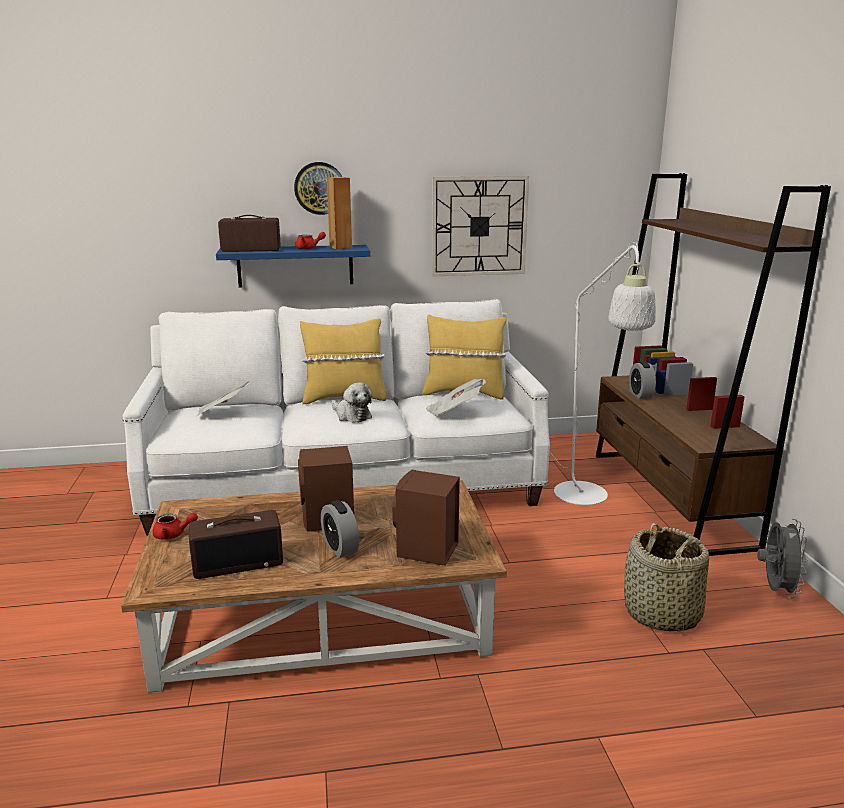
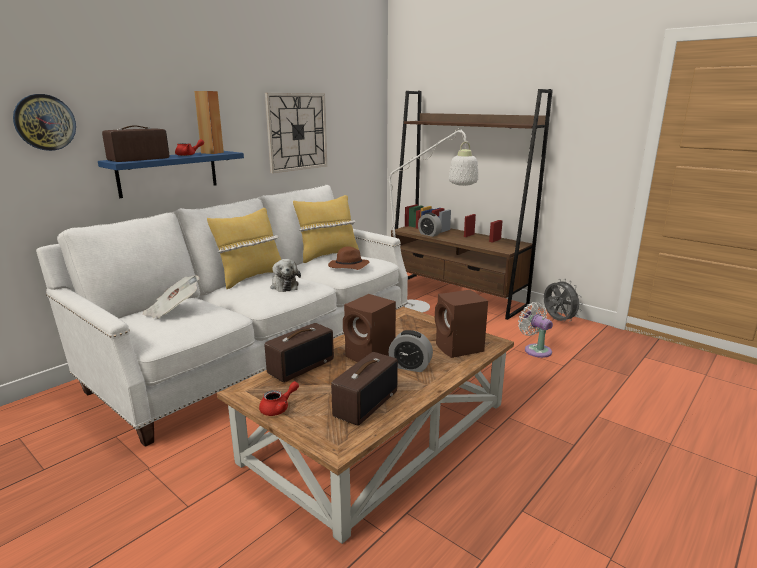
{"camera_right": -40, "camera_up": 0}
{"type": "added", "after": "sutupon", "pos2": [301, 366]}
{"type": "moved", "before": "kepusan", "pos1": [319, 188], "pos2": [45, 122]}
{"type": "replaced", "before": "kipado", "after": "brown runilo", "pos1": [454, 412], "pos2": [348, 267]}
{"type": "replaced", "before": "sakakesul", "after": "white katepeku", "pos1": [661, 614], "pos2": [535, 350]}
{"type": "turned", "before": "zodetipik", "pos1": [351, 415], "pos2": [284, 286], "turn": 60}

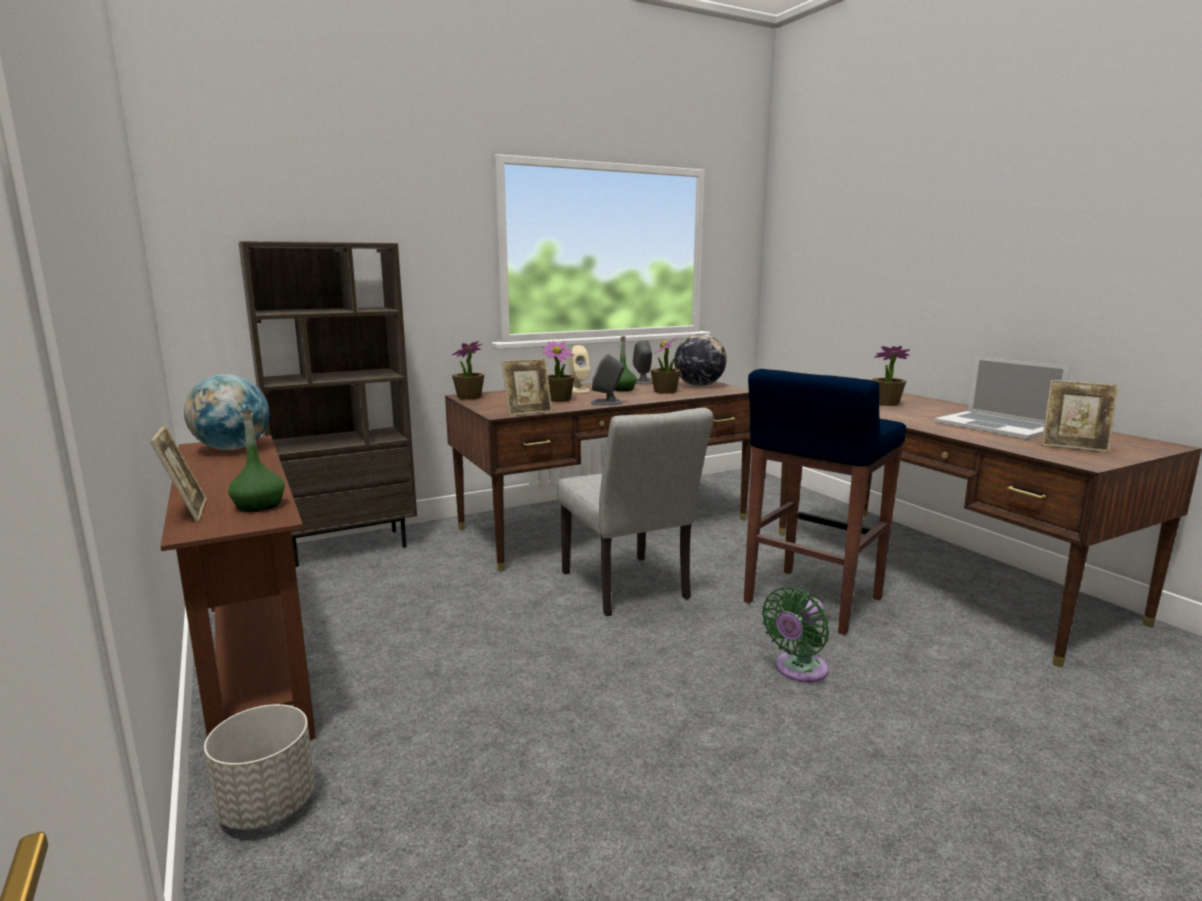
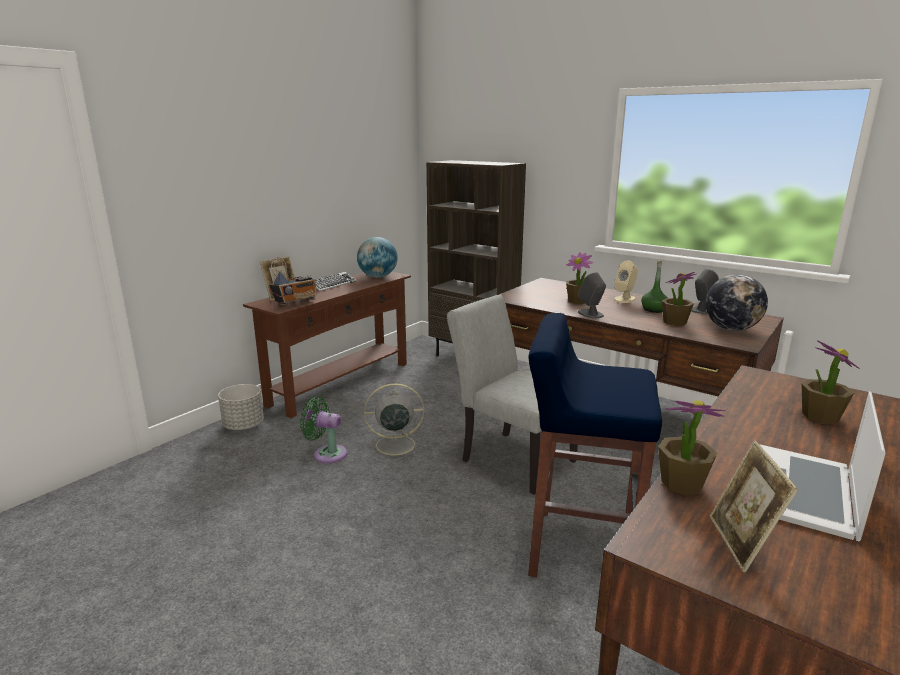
{"camera_right": 65, "camera_up": 5}
{"type": "removed", "before": "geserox", "pos1": [528, 412]}
{"type": "added", "after": "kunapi", "pos2": [332, 285]}
{"type": "added", "after": "grey katepeku", "pos2": [393, 445]}
{"type": "moved", "before": "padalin", "pos1": [469, 397], "pos2": [681, 484]}
{"type": "moved", "before": "green katepeku", "pos1": [798, 670], "pos2": [327, 453]}
{"type": "replaced", "before": "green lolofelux", "after": "sutupon", "pos1": [258, 505], "pos2": [296, 302]}
{"type": "turned", "before": "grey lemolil", "pos1": [629, 589], "pos2": [511, 458], "turn": 90}

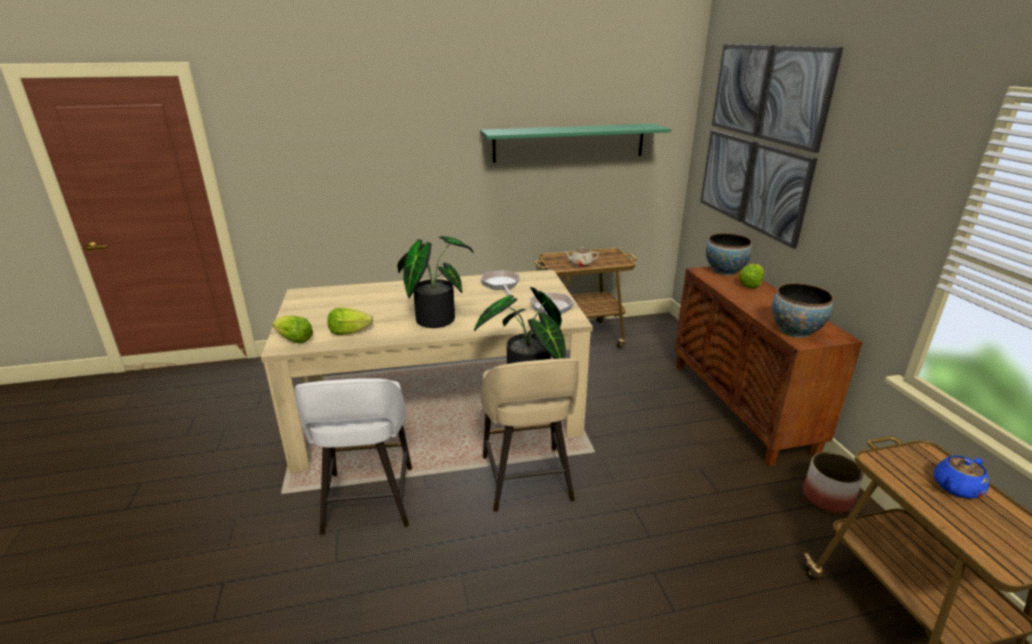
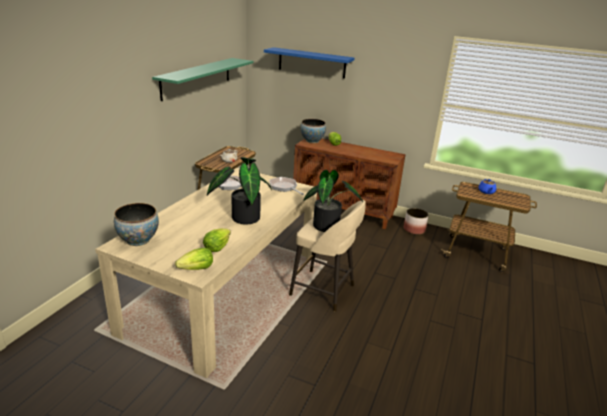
{"camera_right": -55, "camera_up": 0}
{"type": "removed", "before": "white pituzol", "pos1": [368, 502]}
{"type": "moved", "before": "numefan", "pos1": [795, 331], "pos2": [138, 240]}
{"type": "replaced", "before": "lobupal", "after": "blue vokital", "pos1": [759, 139], "pos2": [311, 63]}

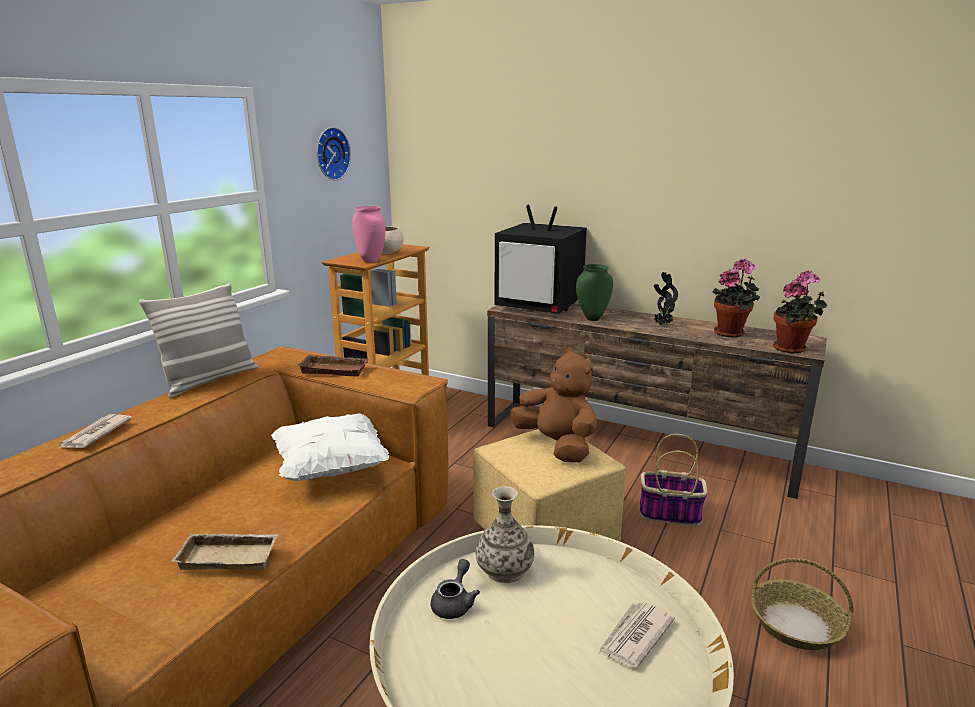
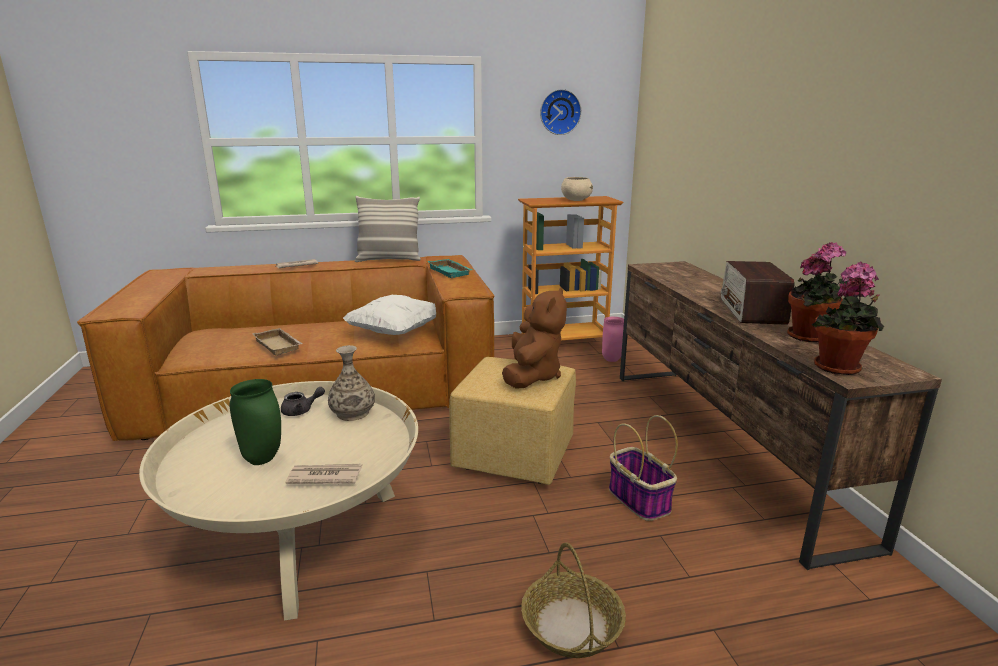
{"camera_right": 50, "camera_up": 0}
{"type": "removed", "before": "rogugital", "pos1": [540, 306]}
{"type": "moved", "before": "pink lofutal", "pos1": [371, 261], "pos2": [612, 360]}
{"type": "moved", "before": "green lofutal", "pos1": [592, 318], "pos2": [263, 459]}
{"type": "replaced", "before": "padalin", "after": "sutupon", "pos1": [662, 325], "pos2": [752, 311]}
{"type": "recoloured", "before": "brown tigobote", "after": "turquoise tigobote", "pos1": [335, 369], "pos2": [451, 272]}

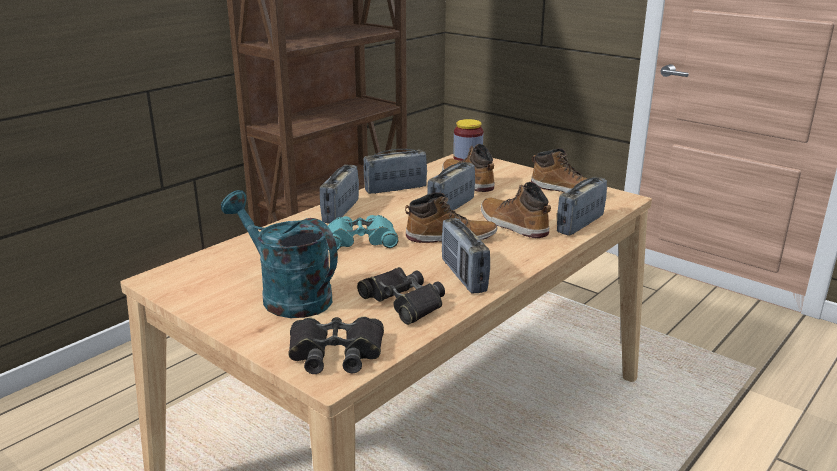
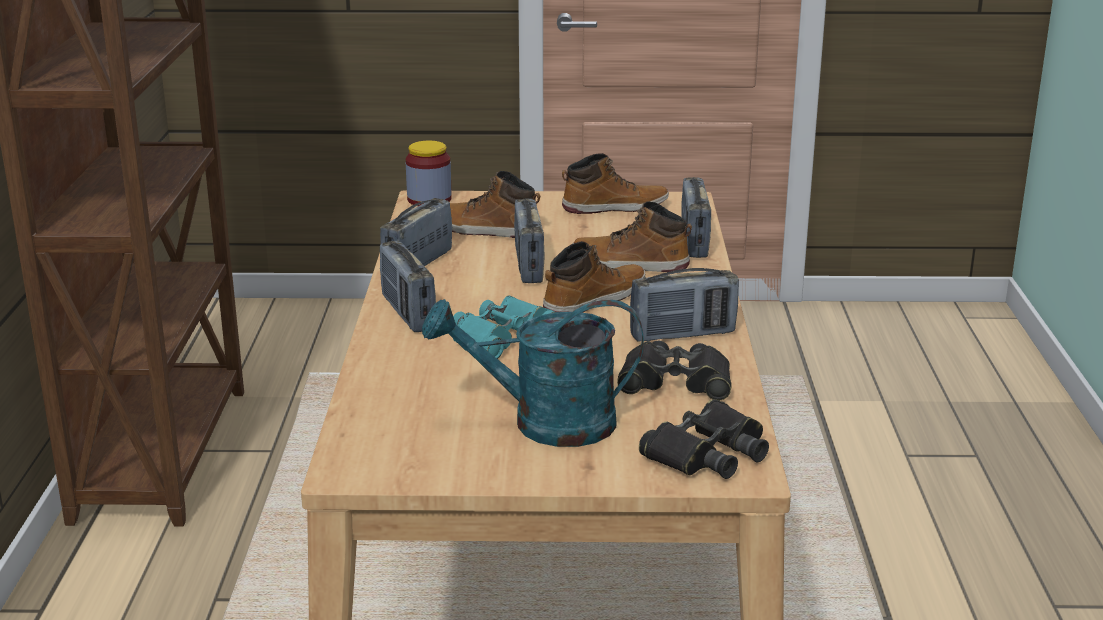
{"camera_right": -40, "camera_up": 0}
{"type": "turned", "before": "sutupon", "pos1": [463, 276], "pos2": [682, 334], "turn": -45}

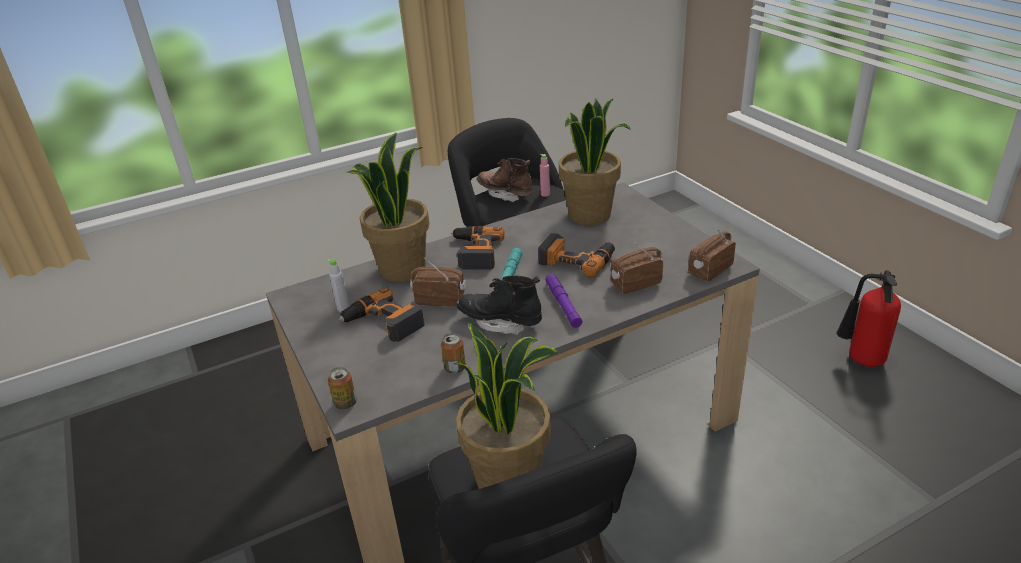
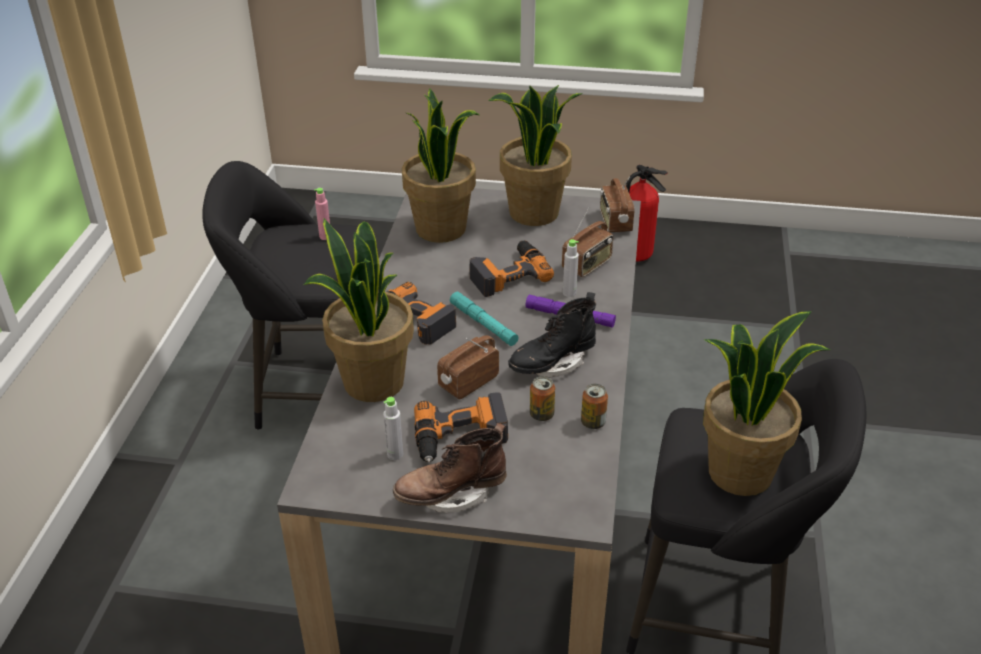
{"camera_right": -55, "camera_up": 5}
{"type": "added", "after": "padalin", "pos2": [534, 213]}
{"type": "added", "after": "grey lolofelux", "pos2": [569, 293]}
{"type": "moved", "before": "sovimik", "pos1": [345, 403], "pos2": [541, 414]}
{"type": "moved", "before": "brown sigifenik", "pos1": [505, 194], "pos2": [451, 494]}
{"type": "turned", "before": "sutupon", "pos1": [635, 284], "pos2": [587, 265], "turn": -150}

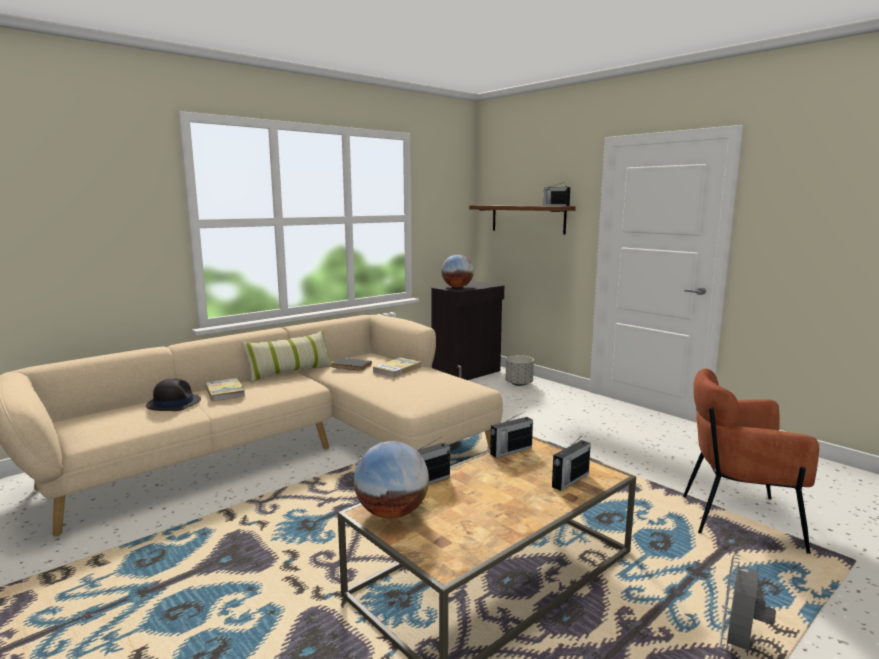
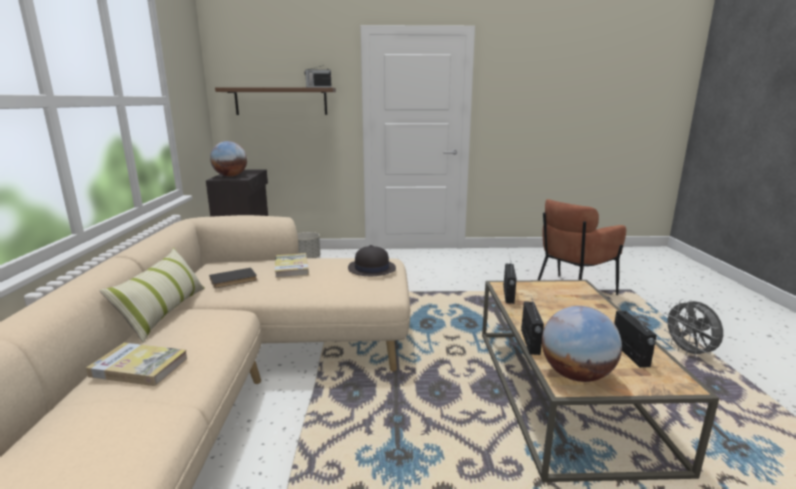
{"camera_right": -50, "camera_up": 5}
{"type": "moved", "before": "black runilo", "pos1": [173, 403], "pos2": [371, 269]}
{"type": "moved", "before": "sutupon", "pos1": [569, 480], "pos2": [630, 353]}

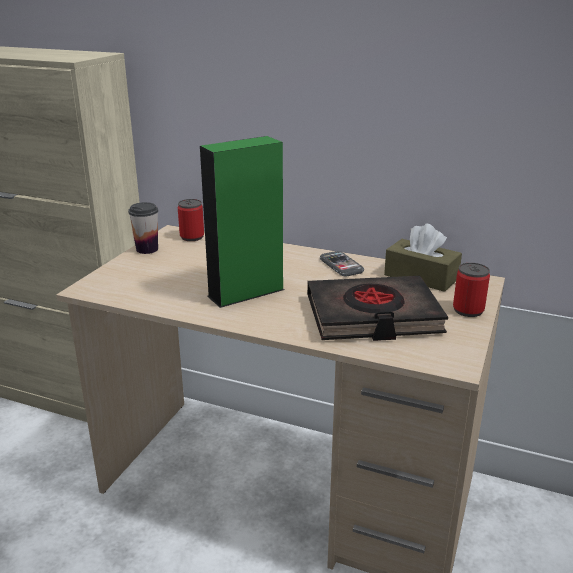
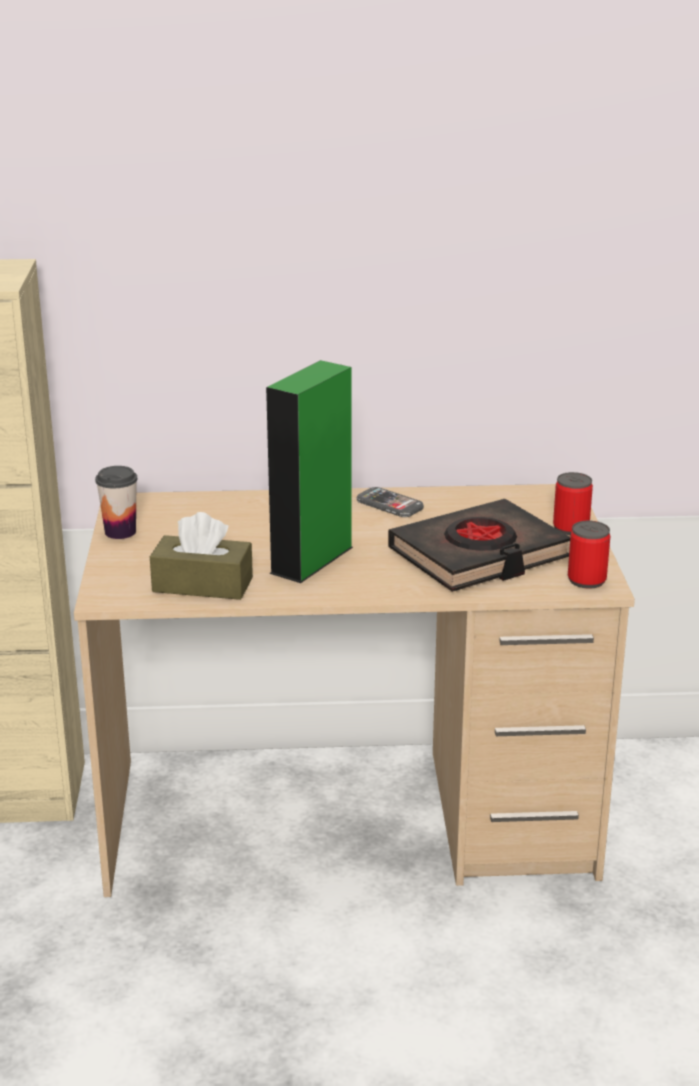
{"camera_right": -25, "camera_up": 0}
{"type": "moved", "before": "sovimik", "pos1": [192, 237], "pos2": [586, 580]}
{"type": "moved", "before": "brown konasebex", "pos1": [421, 277], "pos2": [202, 584]}

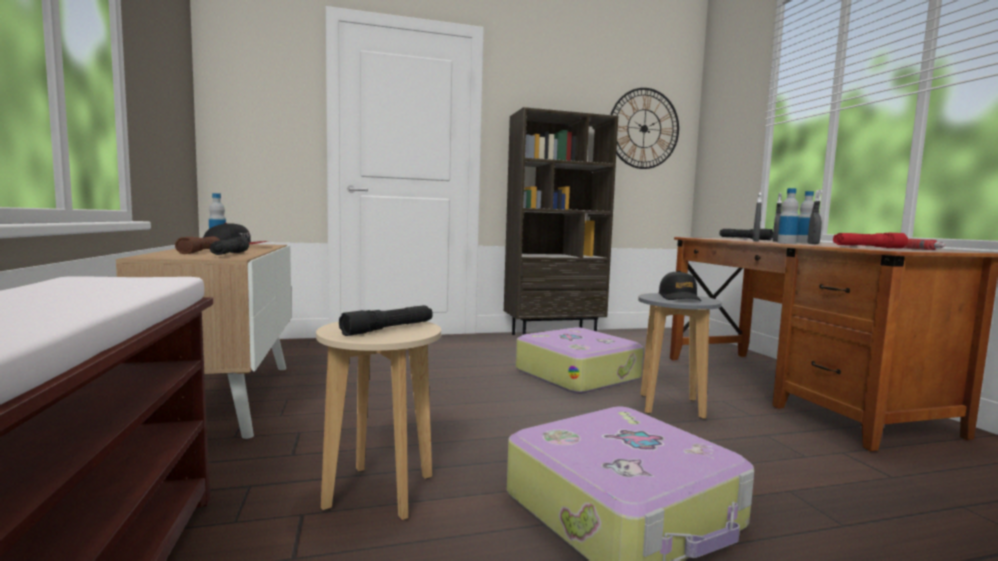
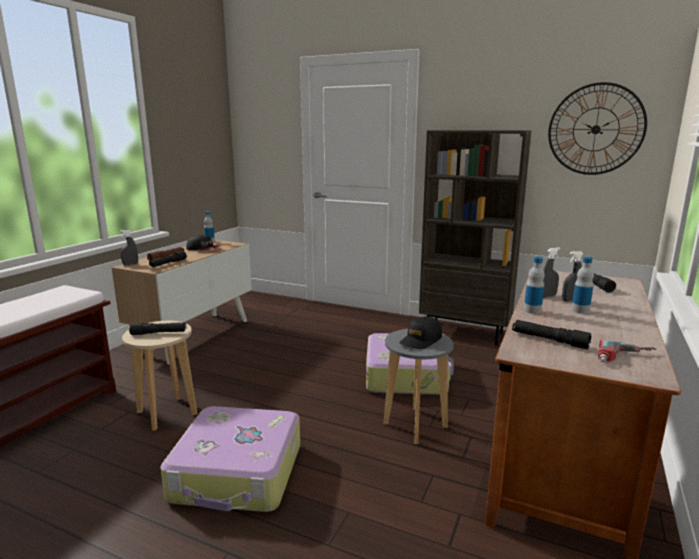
{"camera_right": 40, "camera_up": 10}
{"type": "moved", "before": "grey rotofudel", "pos1": [813, 244], "pos2": [130, 264]}
{"type": "recoloured", "before": "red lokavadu", "after": "black lokavadu", "pos1": [868, 247], "pos2": [549, 340]}

